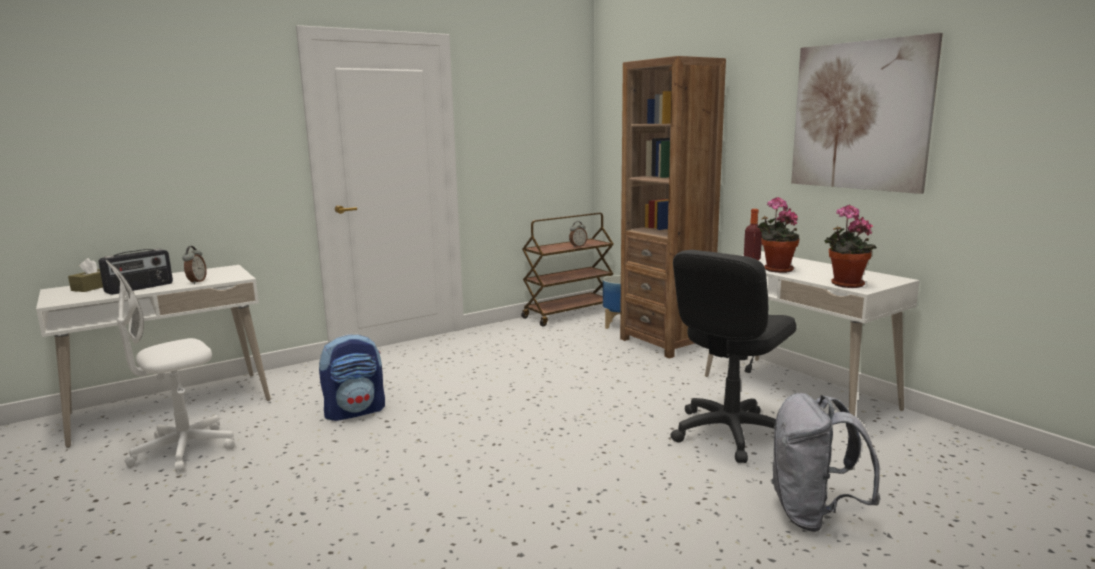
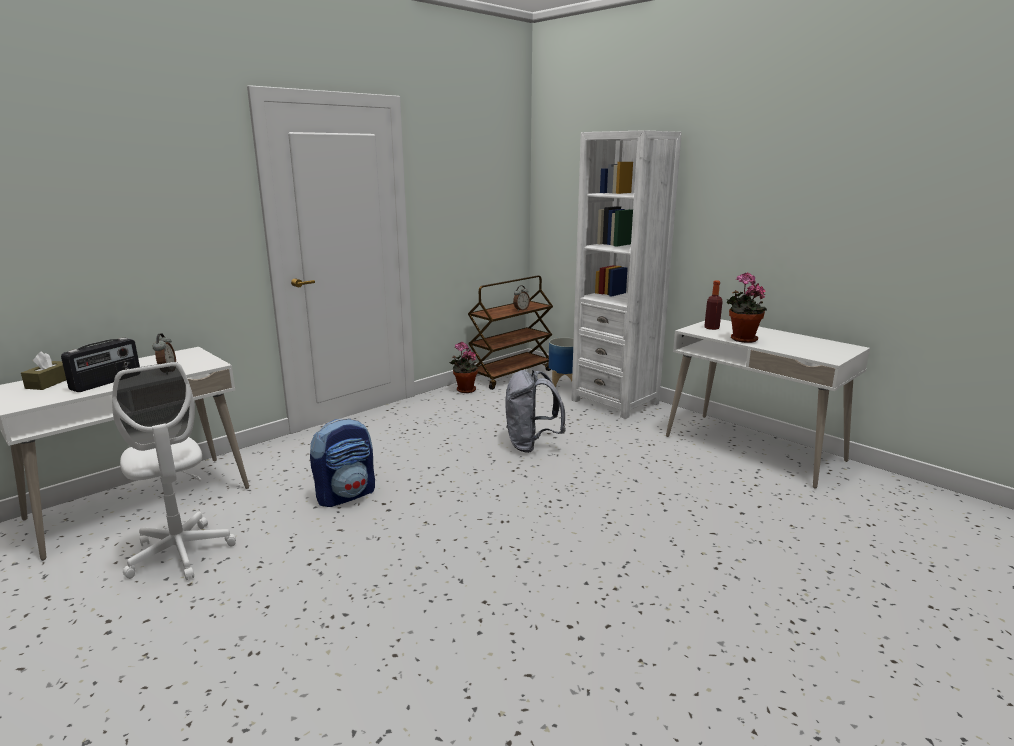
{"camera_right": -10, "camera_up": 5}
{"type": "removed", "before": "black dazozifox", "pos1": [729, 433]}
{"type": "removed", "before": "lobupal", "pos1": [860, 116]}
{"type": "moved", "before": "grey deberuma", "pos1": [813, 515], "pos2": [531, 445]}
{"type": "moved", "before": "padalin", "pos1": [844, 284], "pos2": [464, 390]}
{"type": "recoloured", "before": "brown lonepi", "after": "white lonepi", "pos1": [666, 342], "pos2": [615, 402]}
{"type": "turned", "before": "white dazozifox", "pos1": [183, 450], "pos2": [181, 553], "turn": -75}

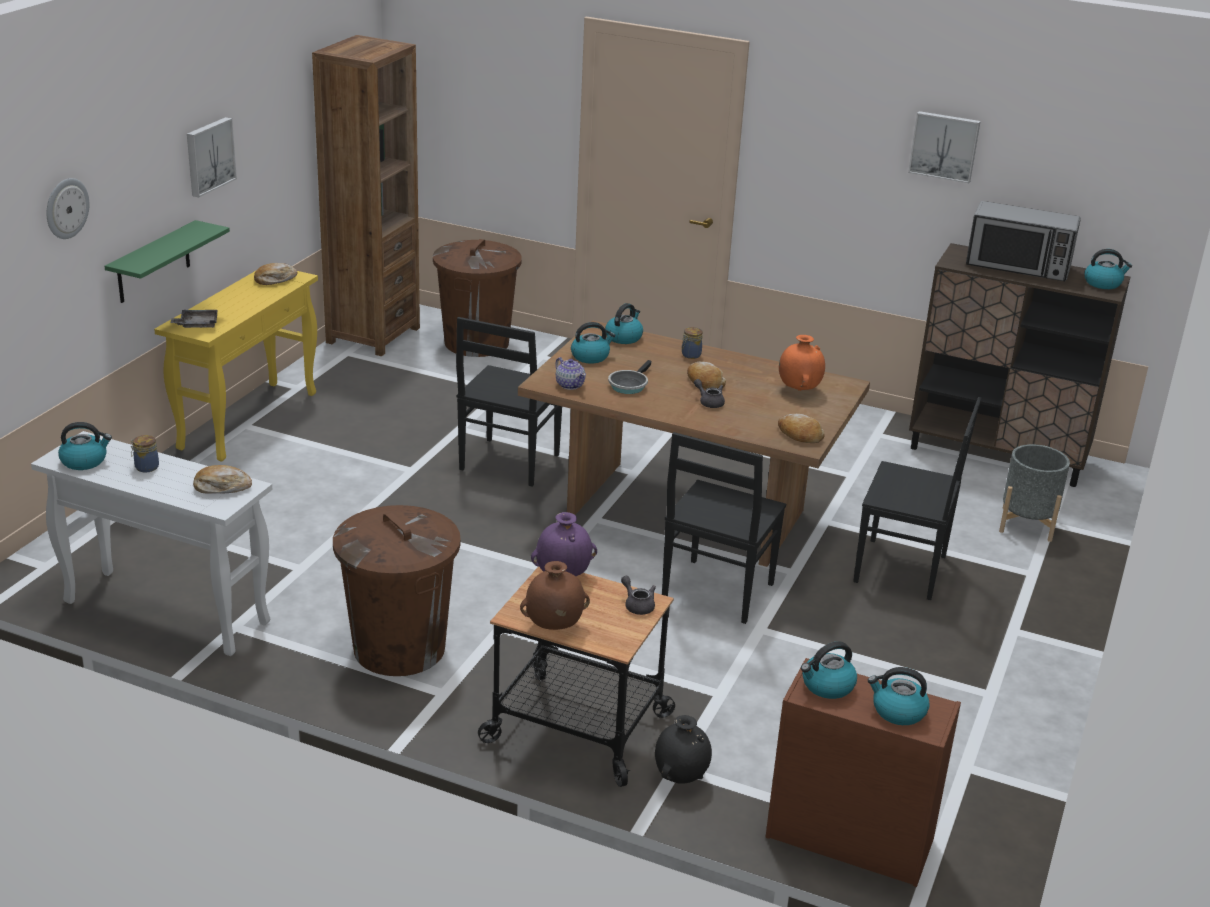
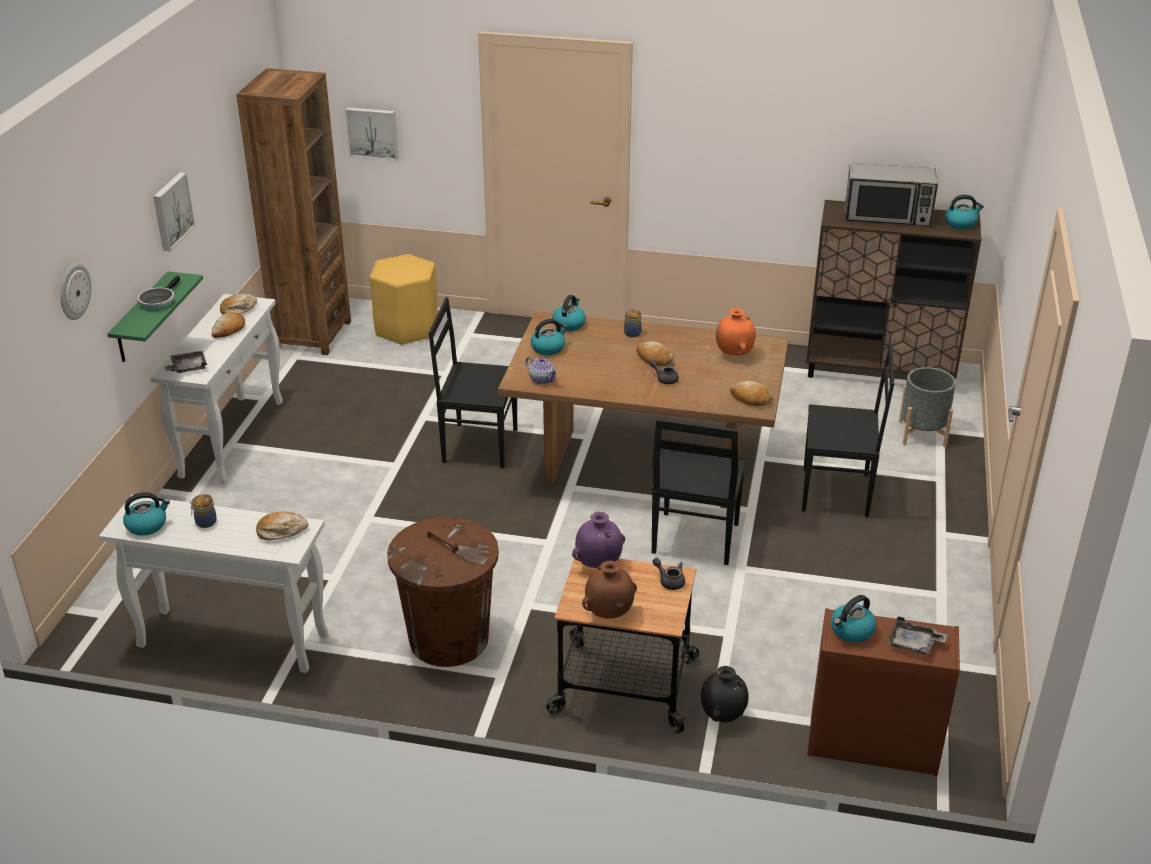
{"camera_right": -10, "camera_up": 5}
{"type": "added", "after": "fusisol", "pos2": [229, 330]}
{"type": "moved", "before": "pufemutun", "pos1": [629, 385], "pos2": [158, 301]}
{"type": "moved", "before": "lobupal", "pos1": [944, 146], "pos2": [373, 132]}
{"type": "replaced", "before": "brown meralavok", "after": "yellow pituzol", "pos1": [477, 342], "pos2": [407, 329]}
{"type": "replaced", "before": "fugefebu", "after": "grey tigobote", "pos1": [898, 711], "pos2": [913, 644]}
{"type": "recoloured", "before": "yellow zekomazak", "after": "white zekomazak", "pos1": [249, 420], "pos2": [232, 438]}
{"type": "turned", "before": "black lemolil", "pos1": [508, 463], "pos2": [477, 445], "turn": 90}

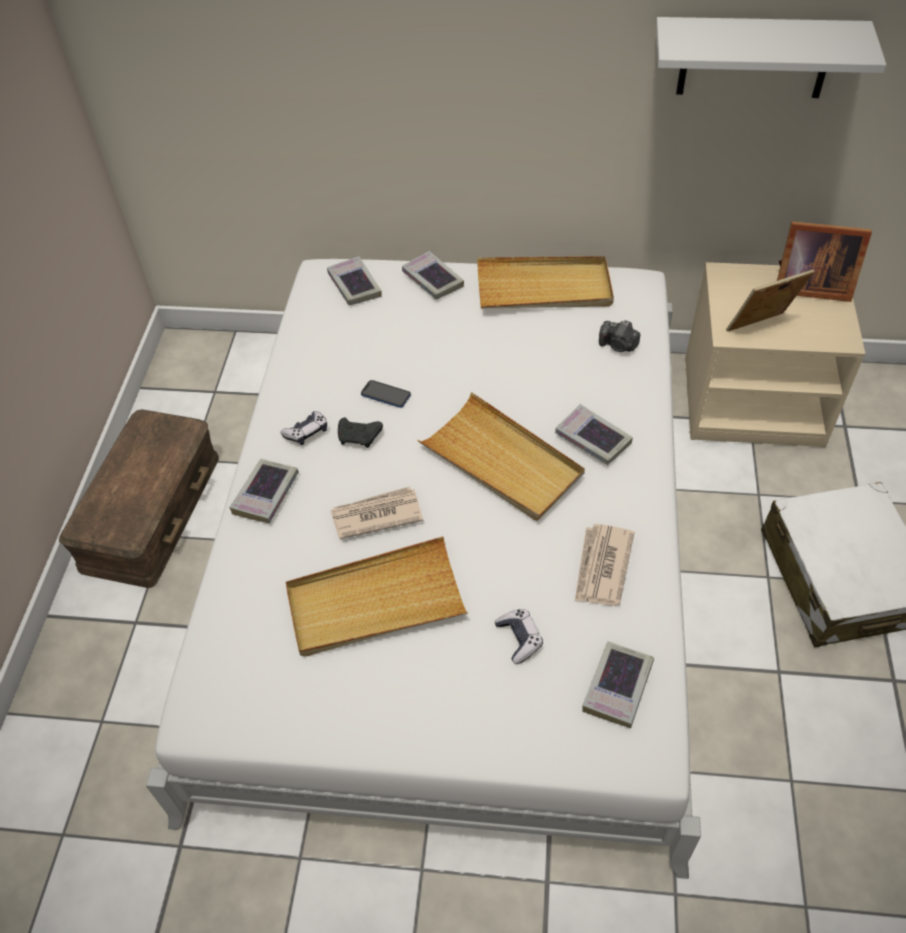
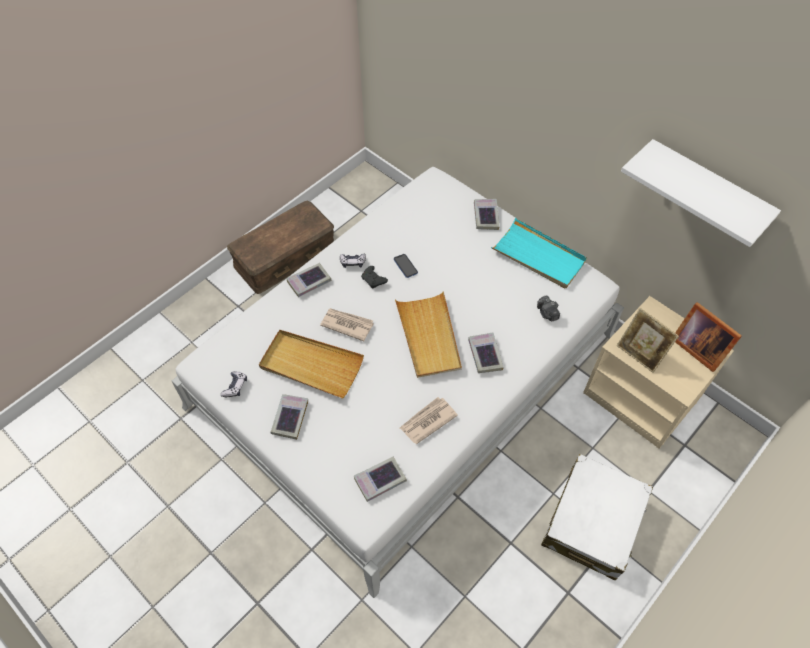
{"camera_right": 35, "camera_up": 5}
{"type": "moved", "before": "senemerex", "pos1": [354, 285], "pos2": [290, 418]}
{"type": "moved", "before": "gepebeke", "pos1": [519, 638], "pos2": [235, 387]}
{"type": "recoloured", "before": "beige tigobote", "after": "turquoise tigobote", "pos1": [544, 288], "pos2": [539, 256]}
{"type": "turned", "before": "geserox", "pos1": [760, 329], "pos2": [639, 354], "turn": -150}

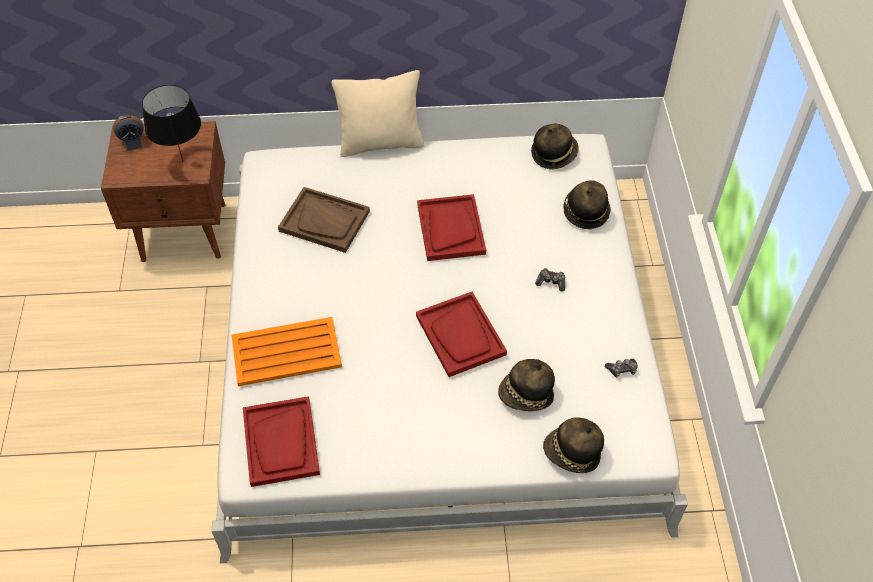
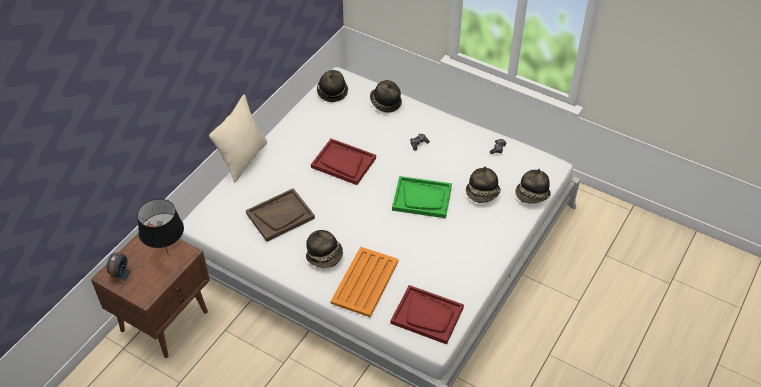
{"camera_right": -55, "camera_up": -5}
{"type": "added", "after": "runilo", "pos2": [325, 256]}
{"type": "recoloured", "before": "red tigobote", "after": "green tigobote", "pos1": [461, 335], "pos2": [422, 198]}

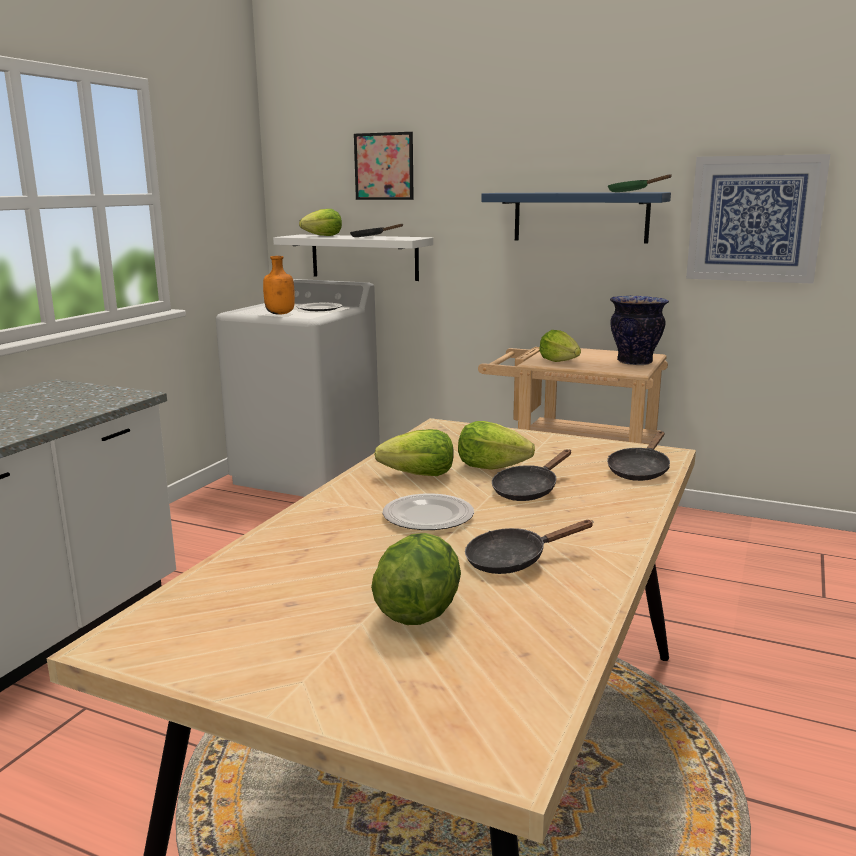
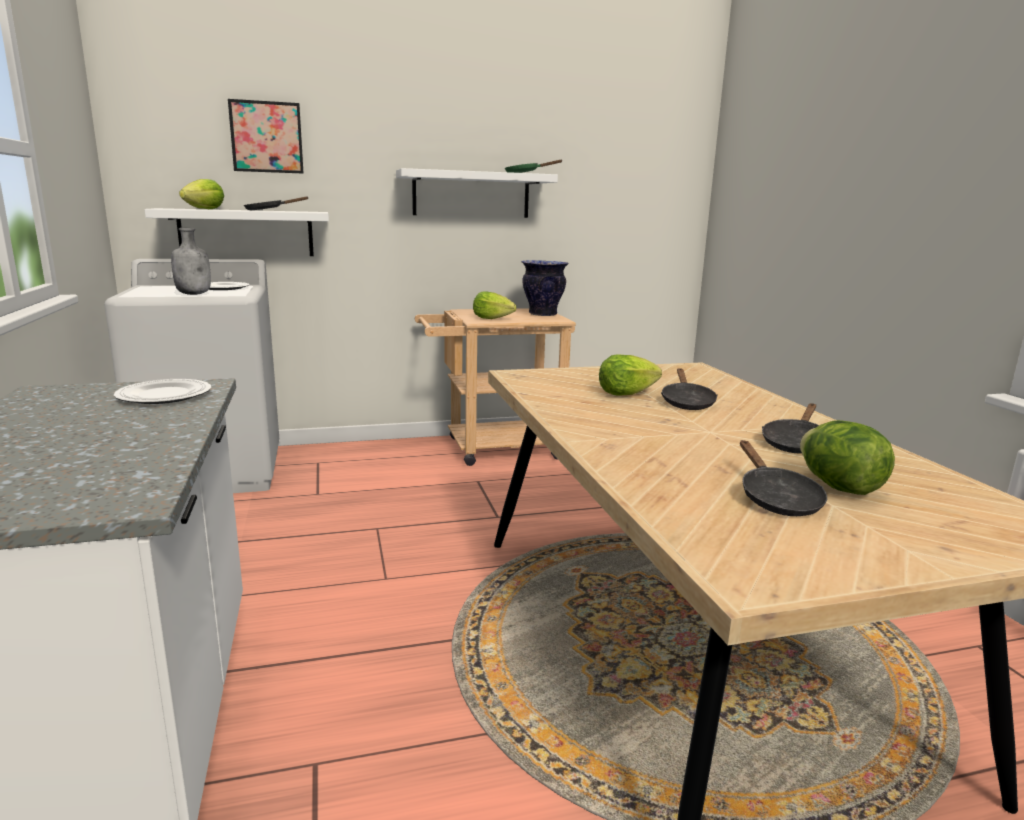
{"camera_right": -40, "camera_up": 0}
{"type": "removed", "before": "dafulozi", "pos1": [419, 475]}
{"type": "removed", "before": "lobupal", "pos1": [754, 219]}
{"type": "moved", "before": "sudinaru", "pos1": [428, 515], "pos2": [164, 395]}
{"type": "moved", "before": "black pufemutun", "pos1": [639, 470], "pos2": [776, 499]}
{"type": "recoloured", "before": "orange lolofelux", "after": "grey lolofelux", "pos1": [281, 314], "pos2": [194, 294]}
{"type": "recoloured", "before": "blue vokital", "after": "white vokital", "pos1": [580, 217], "pos2": [471, 194]}

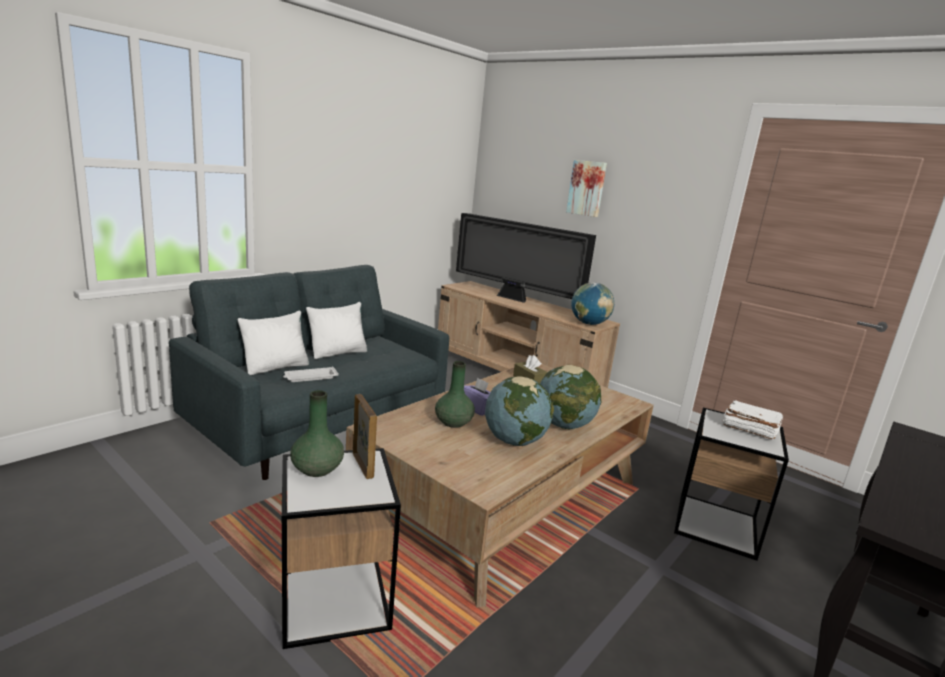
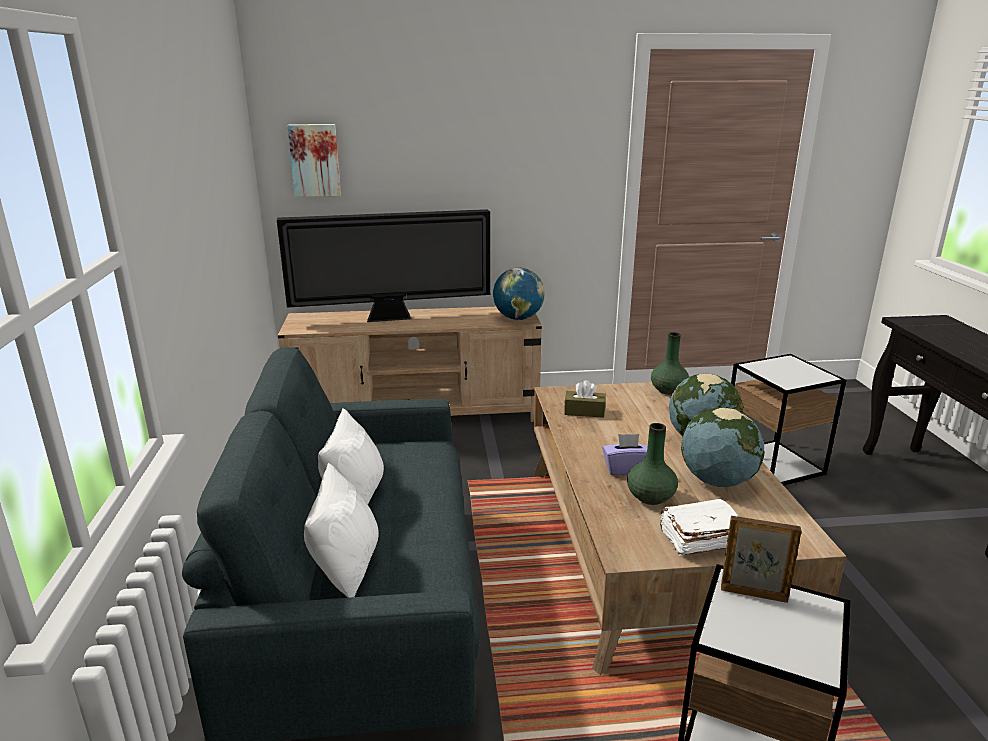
{"camera_right": -45, "camera_up": 5}
{"type": "removed", "before": "white tigobote", "pos1": [310, 377]}
{"type": "moved", "before": "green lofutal", "pos1": [318, 469], "pos2": [668, 390]}
{"type": "moved", "before": "lobupal", "pos1": [587, 188], "pos2": [315, 160]}
{"type": "moved", "before": "white senemerex", "pos1": [749, 428], "pos2": [700, 539]}

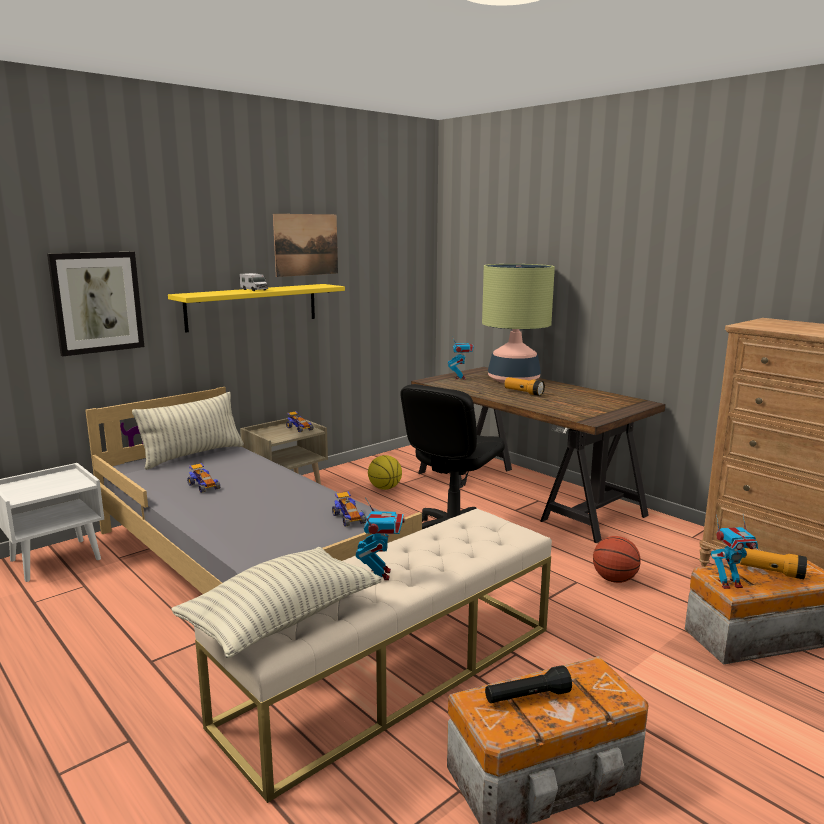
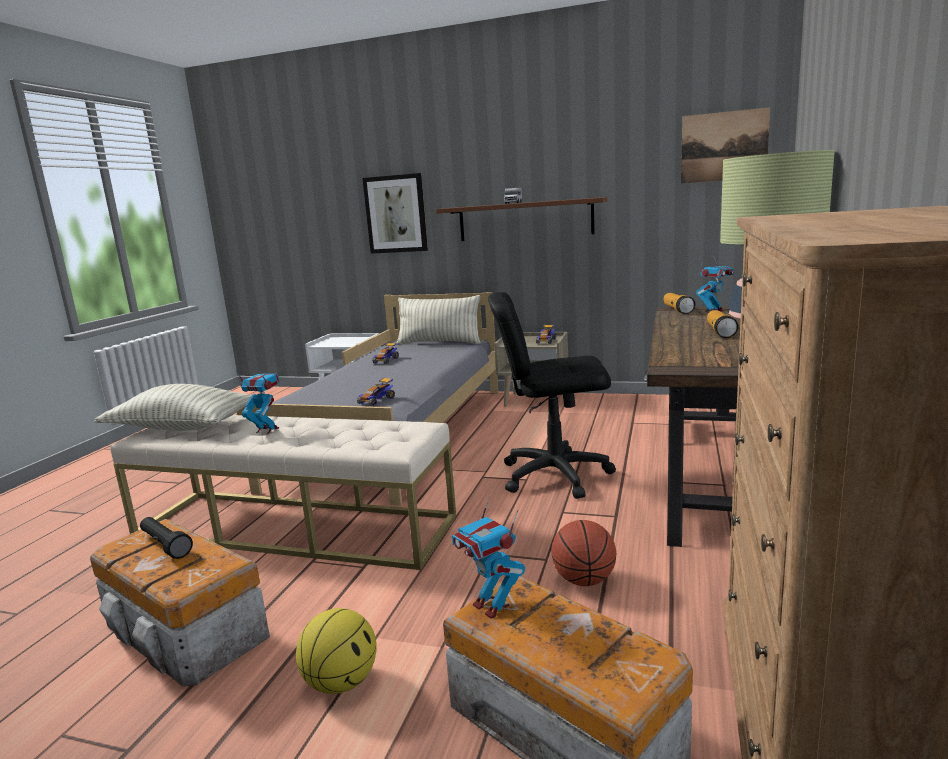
{"camera_right": 60, "camera_up": 0}
{"type": "moved", "before": "lobupal", "pos1": [306, 244], "pos2": [724, 146]}
{"type": "moved", "before": "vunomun", "pos1": [384, 488], "pos2": [342, 682]}
{"type": "moved", "before": "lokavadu", "pos1": [771, 572], "pos2": [677, 310]}
{"type": "recoloured", "before": "yellow vokital", "after": "brown vokital", "pos1": [252, 307], "pos2": [525, 220]}
{"type": "turned", "before": "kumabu", "pos1": [380, 574], "pos2": [267, 430], "turn": -135}

